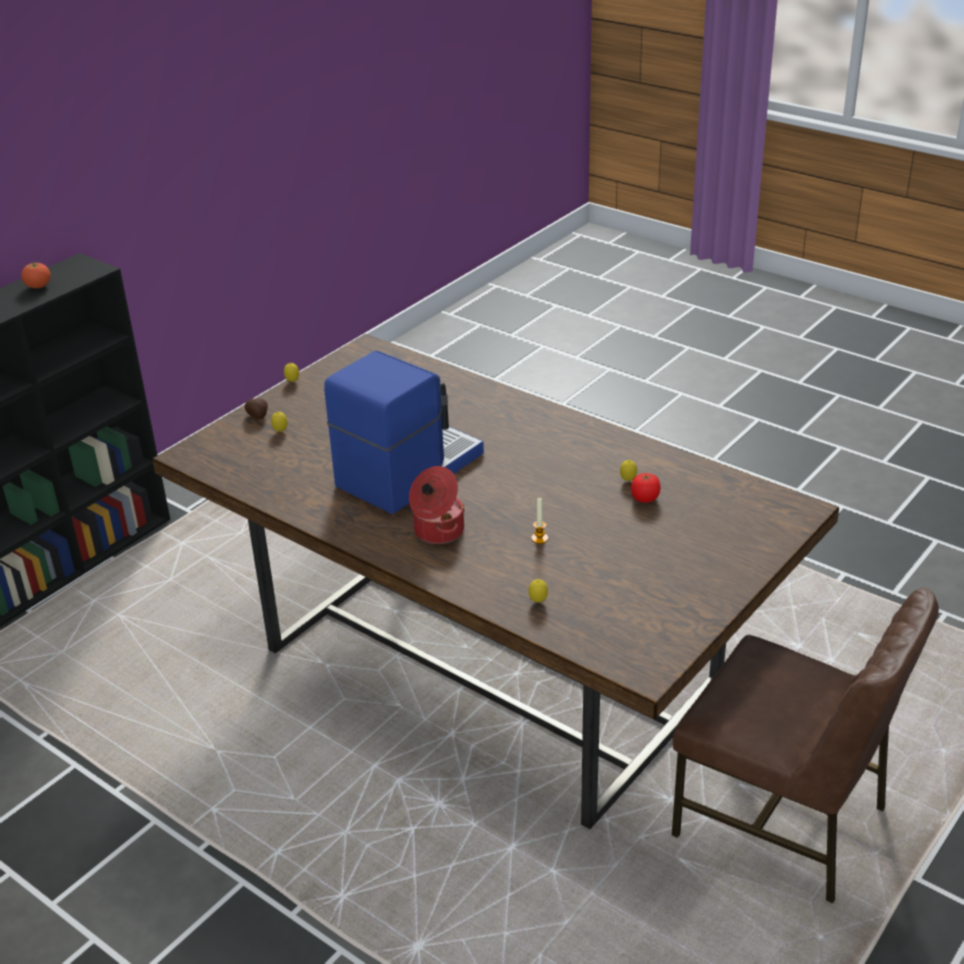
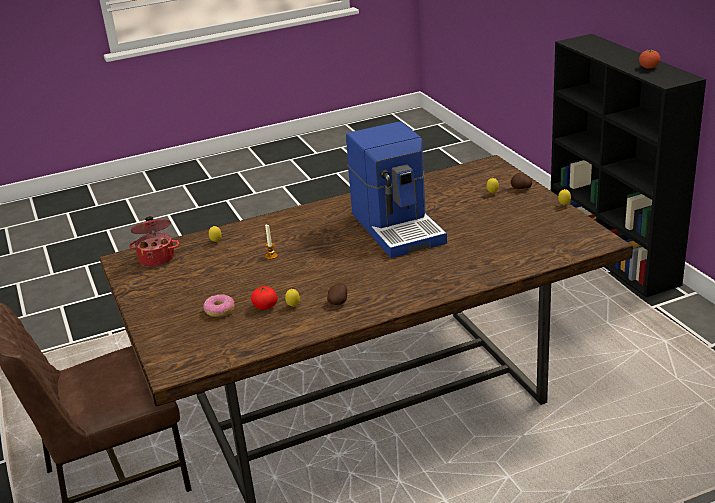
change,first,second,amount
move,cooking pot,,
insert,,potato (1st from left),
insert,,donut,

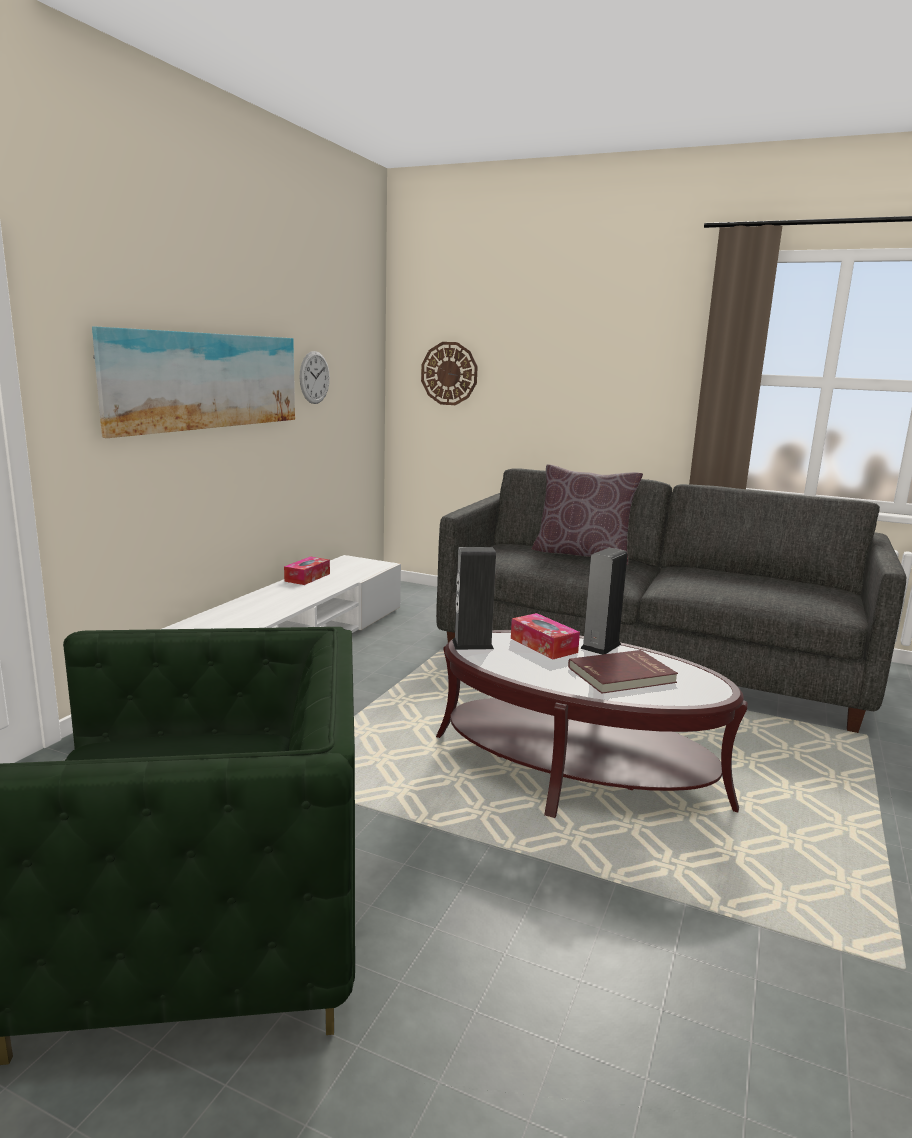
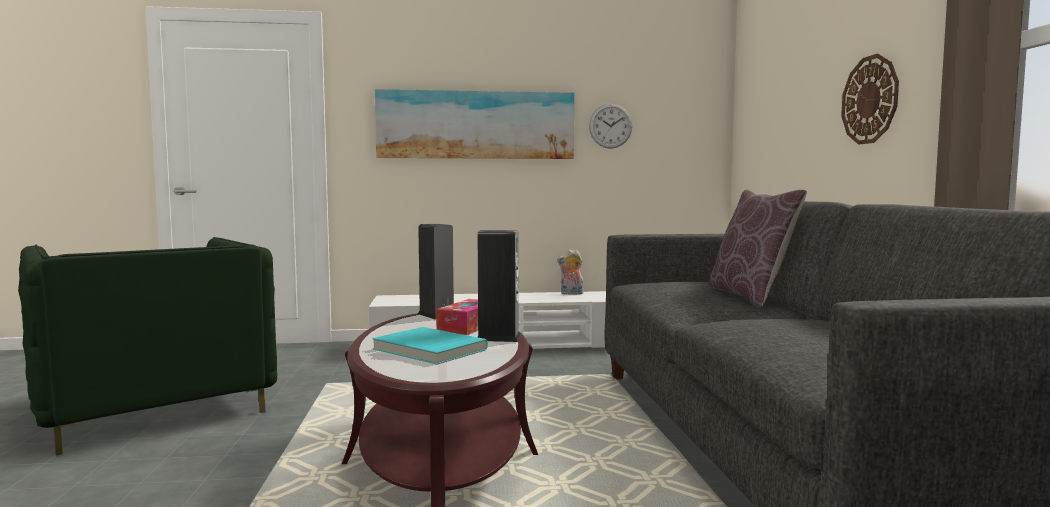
change,first,second,amount
move,wall clock (2nd from left),,
replace,tissue box (1st from left),plush toy,
recolor,red book,turquoise book,

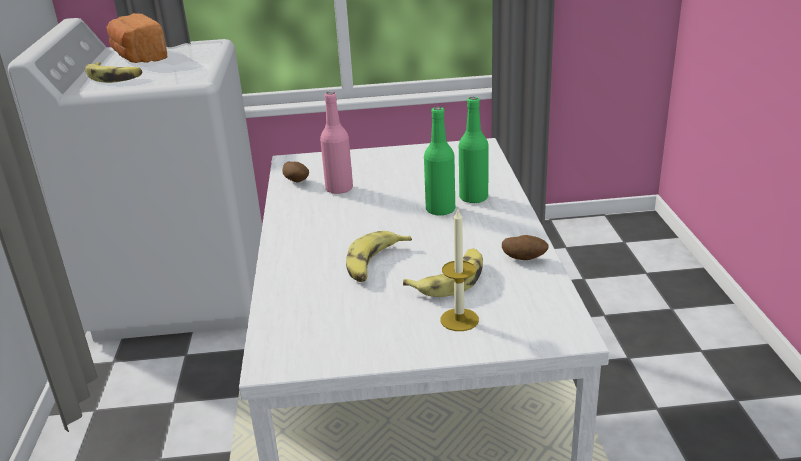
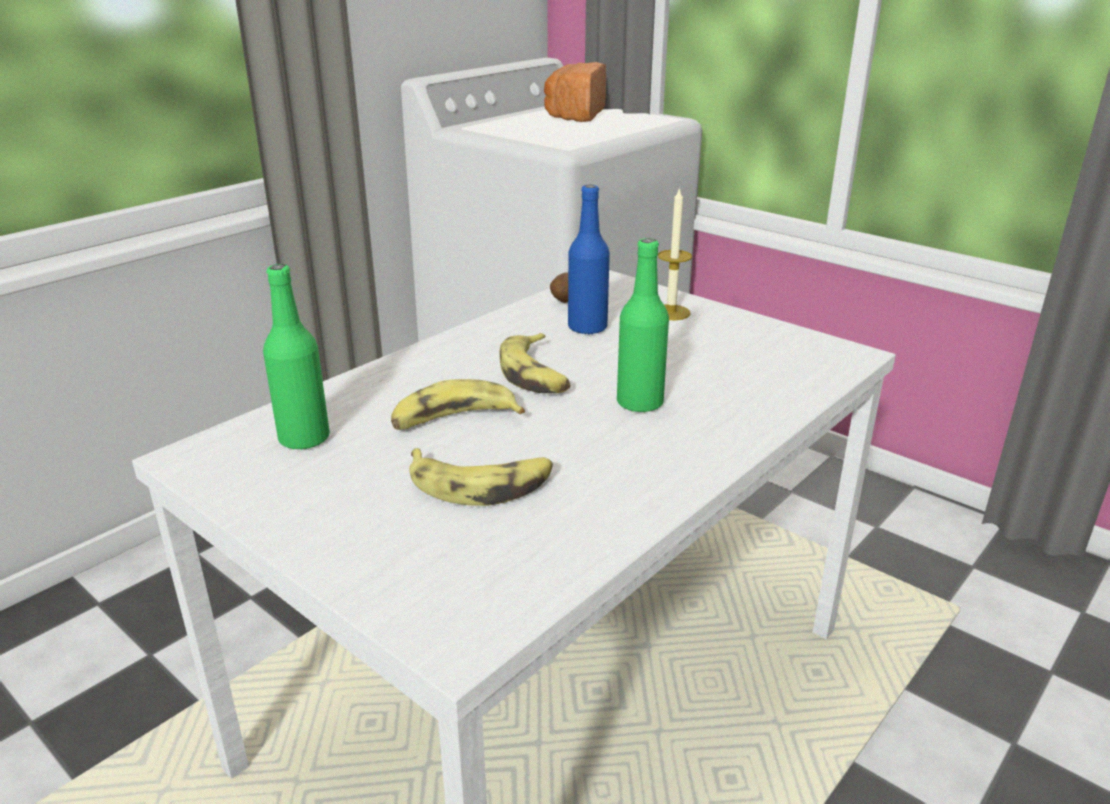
change,first,second,amount
move,banana (1st from left in the first image),banana (3rd from left),
recolor,pink bottle,blue bottle,
move,green bottle (2nd from left in the first image),green bottle (1st from left),
move,candle,,
delete,potato (2nd from left),,

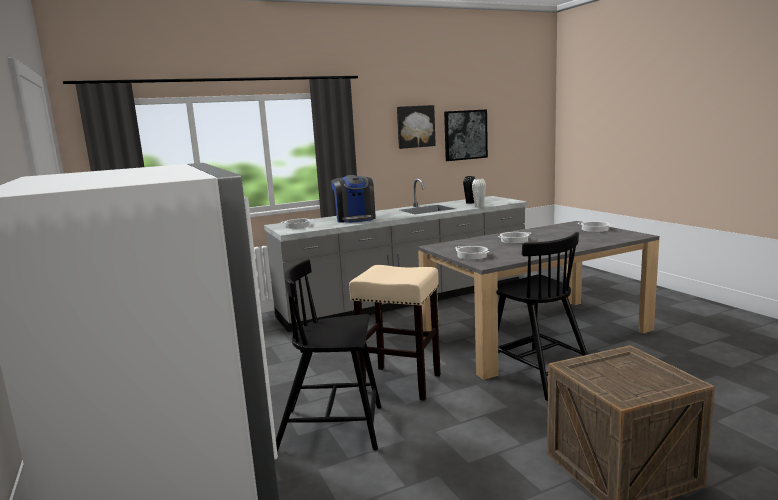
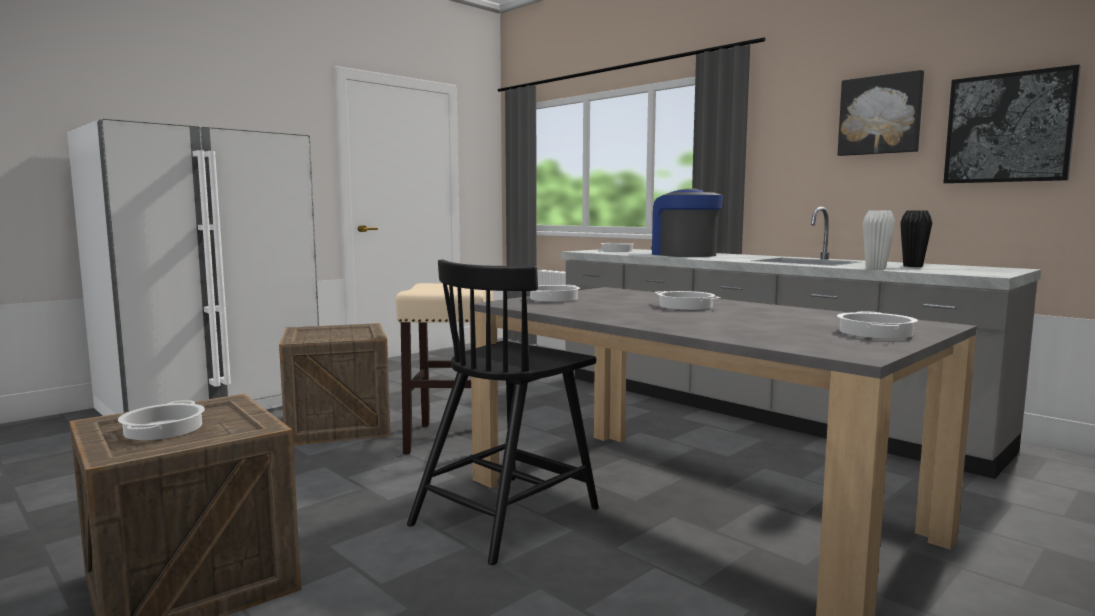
change,first,second,amount
rotate,coffee machine,,105 degrees clockwise
replace,black chair (1st from left),crate (2nd from left),
insert,,cooking pot (1st from left),

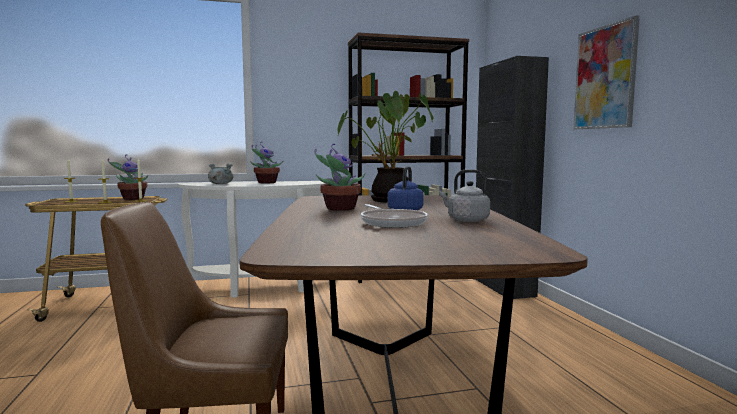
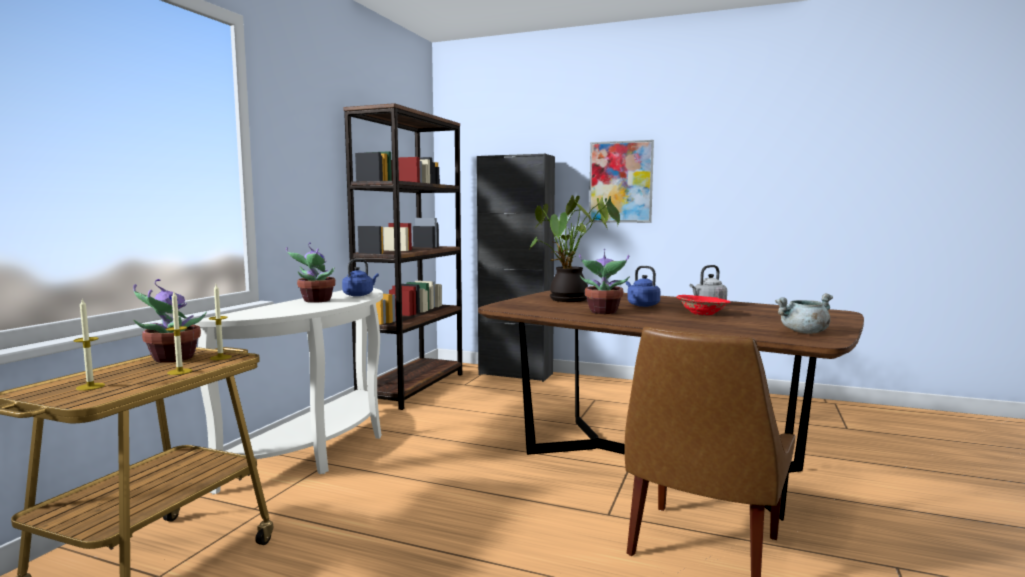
change,first,second,amount
move,grey cooking pot,,
replace,frying pan,red bowl,
insert,,blue kettle (1st from left),

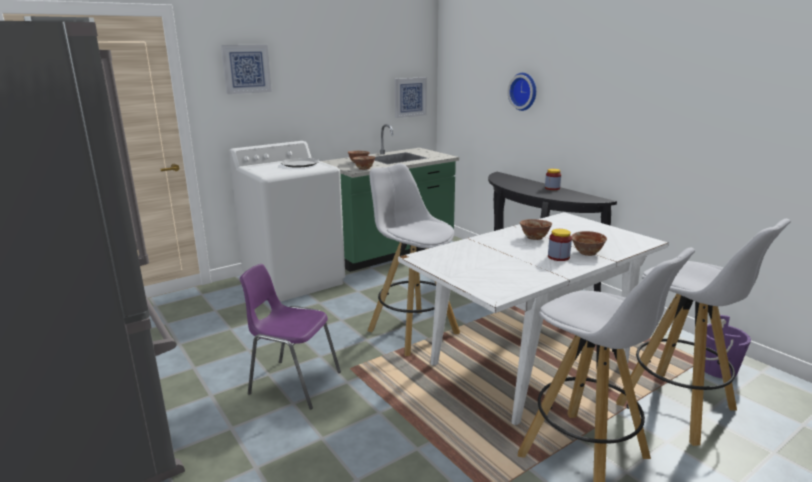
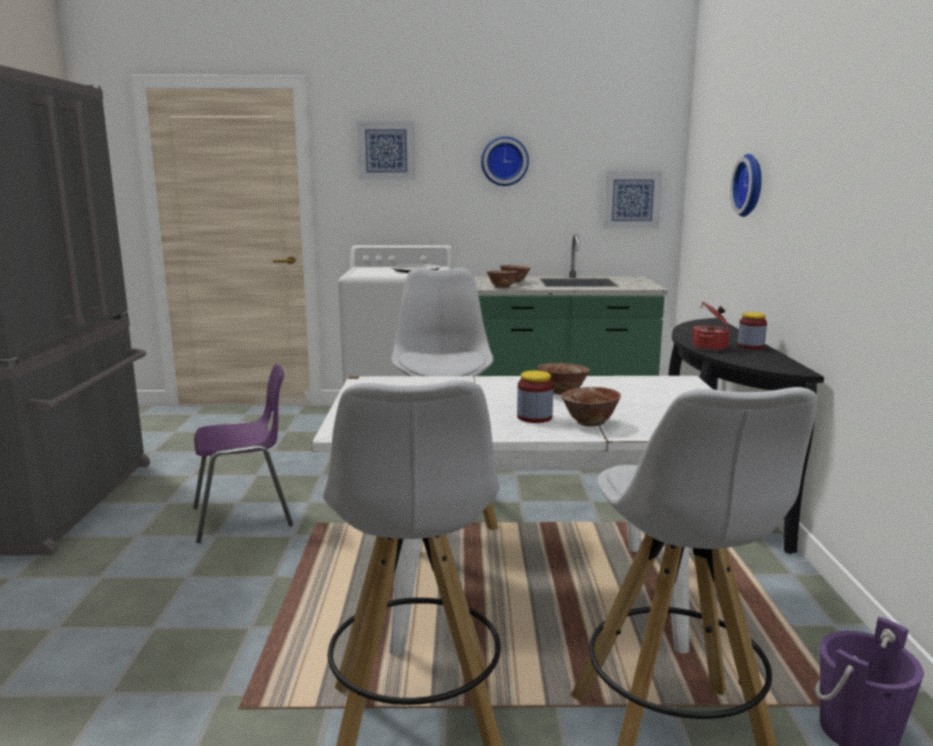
change,first,second,amount
rotate,purple chair,,105 degrees clockwise
insert,,wall clock (1st from left),
insert,,cooking pot,

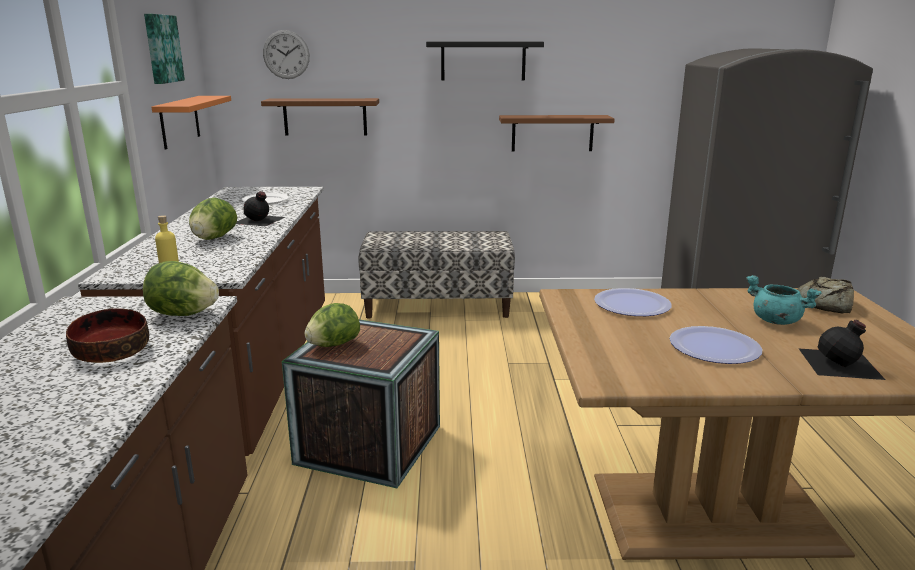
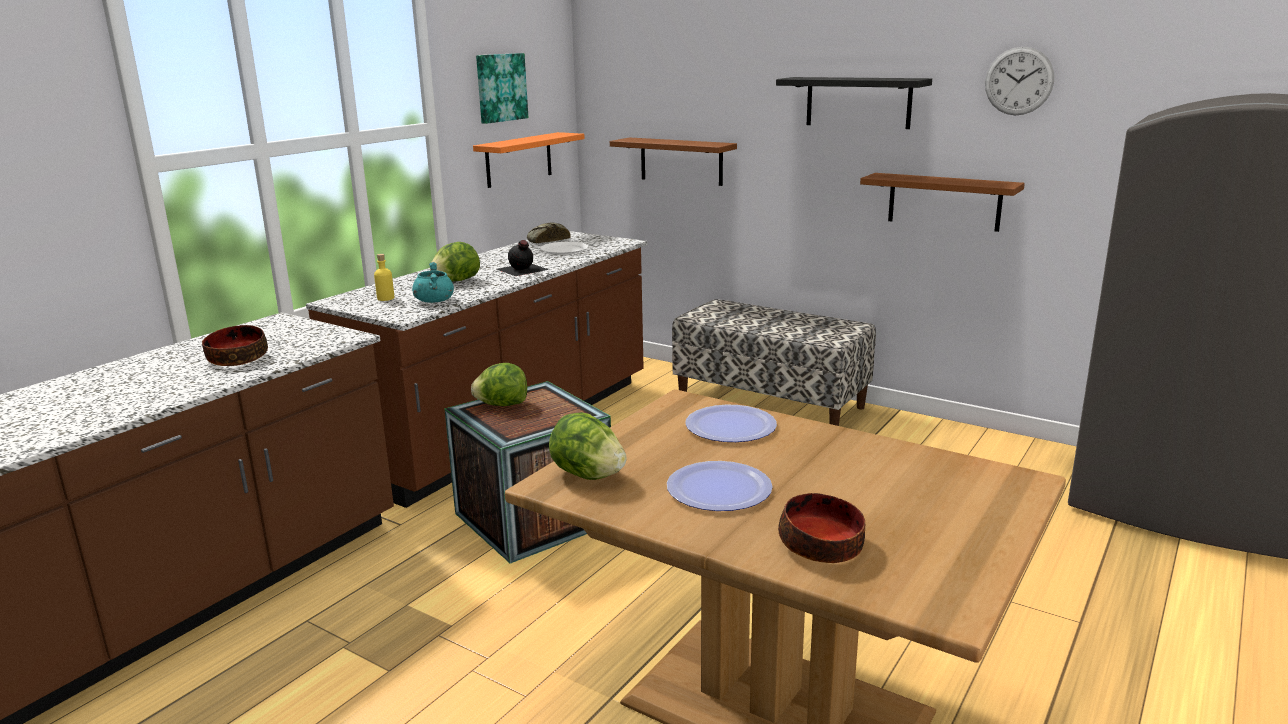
change,first,second,amount
move,wall clock,,
move,lettuce (1st from left in the first image),lettuce (3rd from left),
move,turquoise cooking pot,,
move,bread,,
replace,black bottle (2nd from left),bowl (2nd from left),

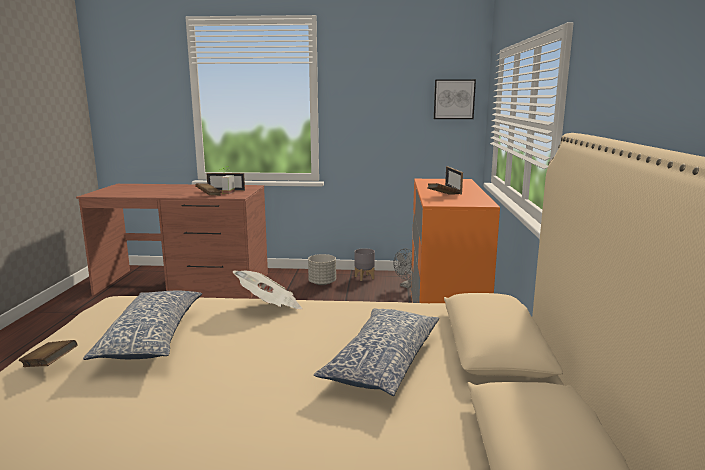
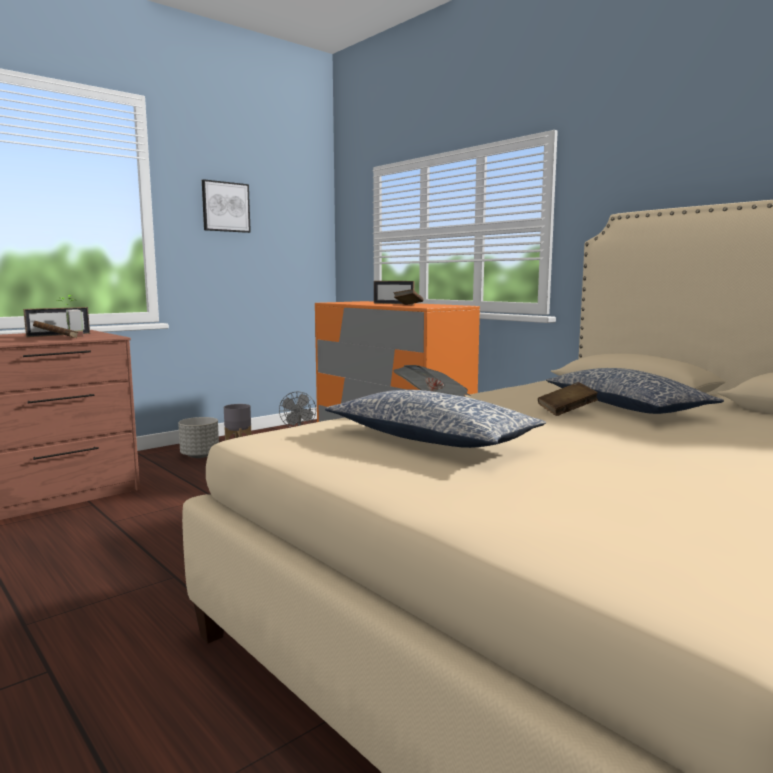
change,first,second,amount
move,picture,,
move,brown book (1st from left in the first image),brown book (3rd from left),

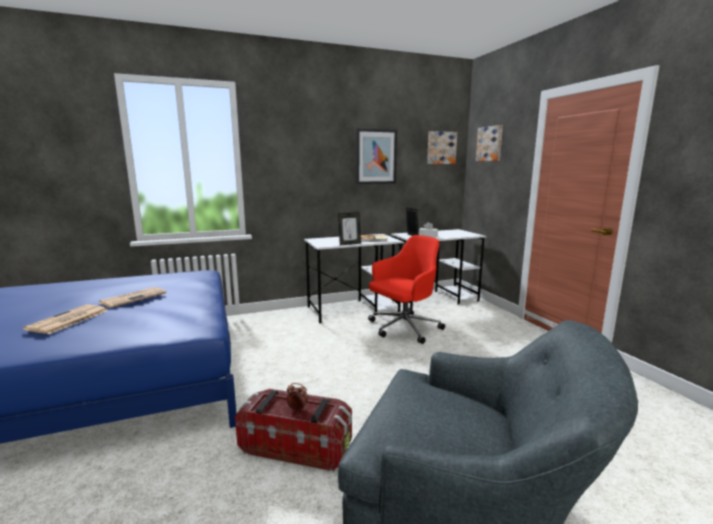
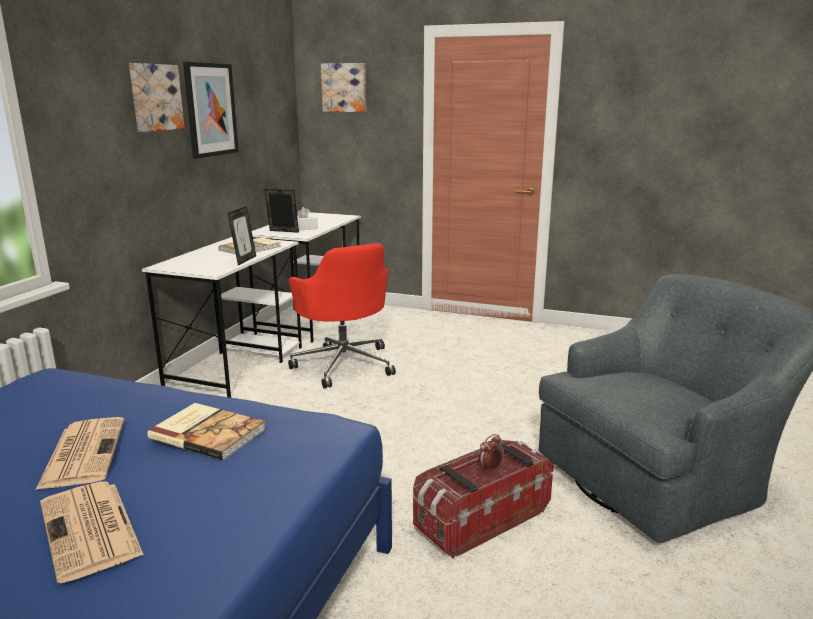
change,first,second,amount
move,picture (2nd from left in the first image),picture (1st from left),
rotate,red office chair,,150 degrees clockwise
insert,,book (1st from left),

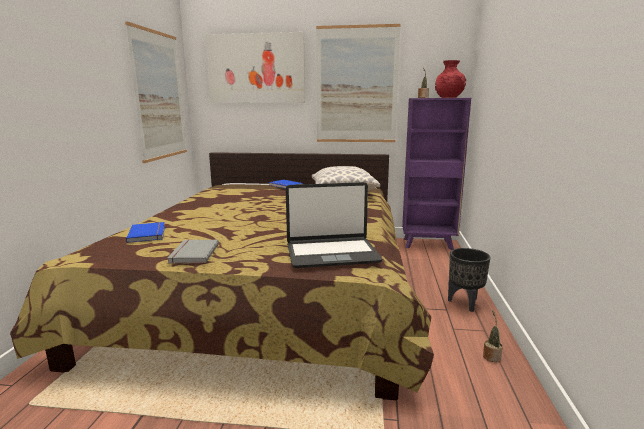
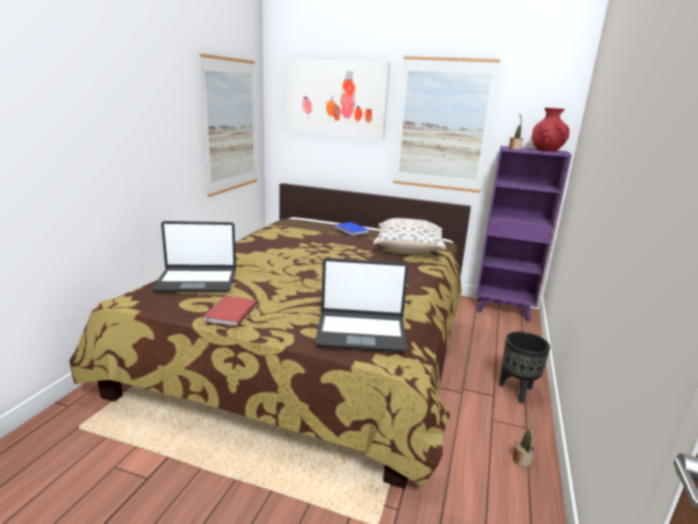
change,first,second,amount
replace,blue book (1st from left),laptop (1st from left),
recolor,grey book,red book,

